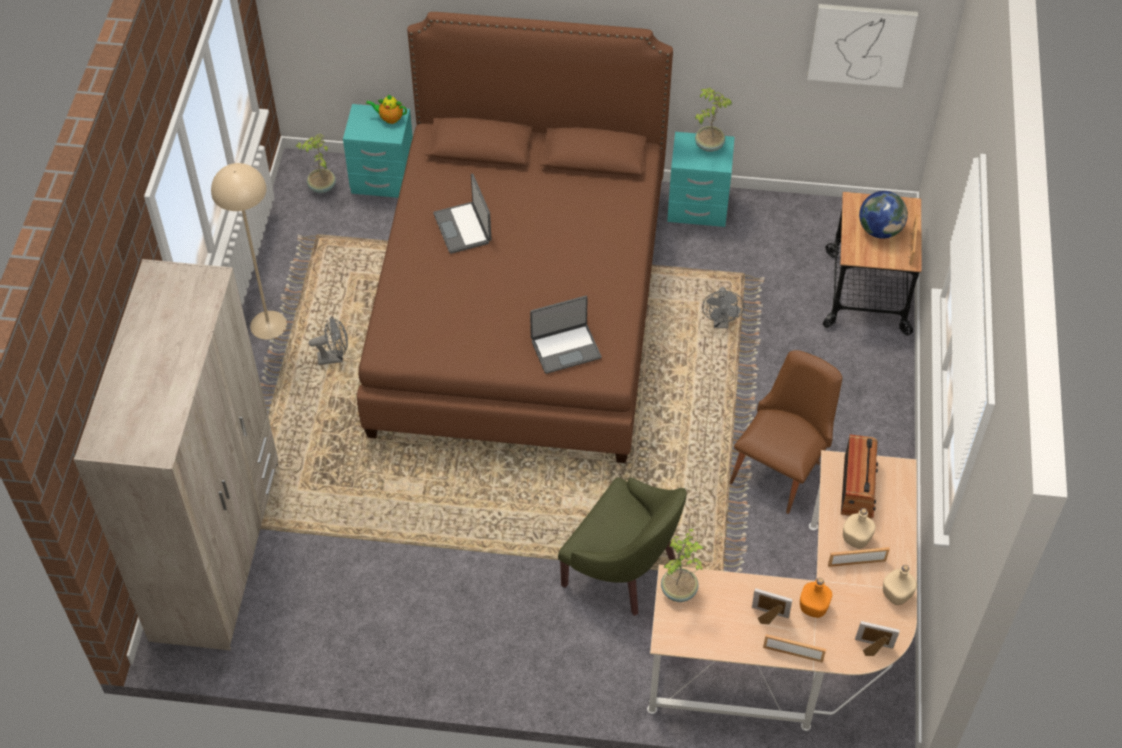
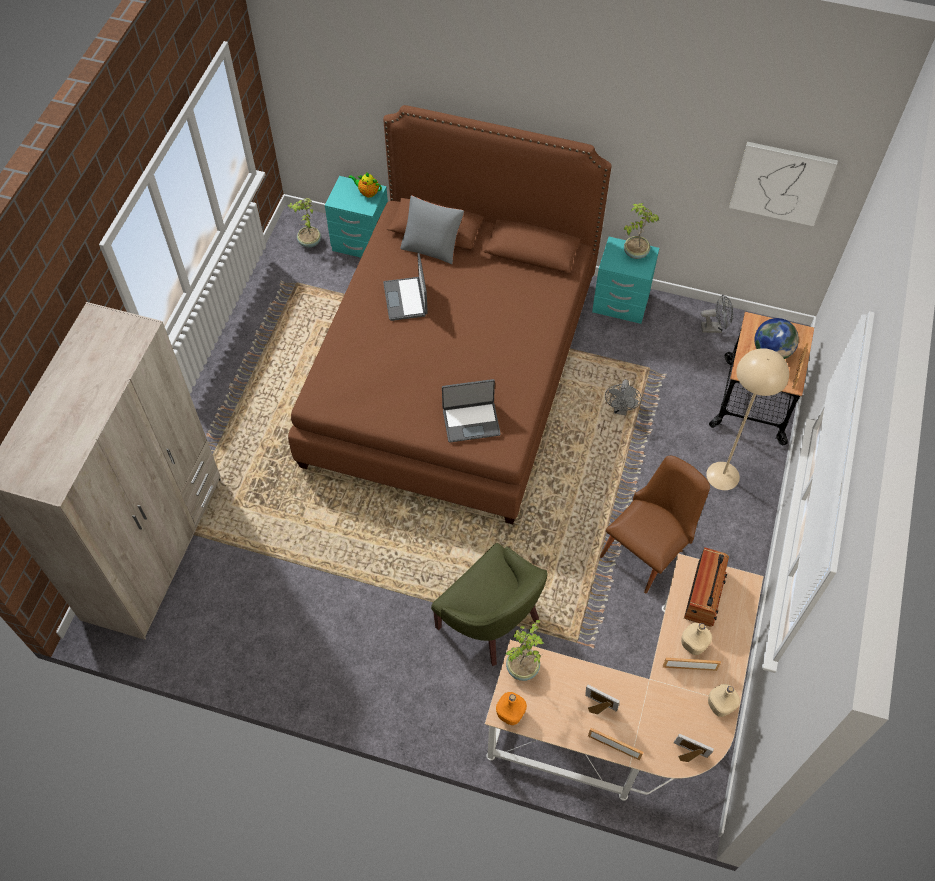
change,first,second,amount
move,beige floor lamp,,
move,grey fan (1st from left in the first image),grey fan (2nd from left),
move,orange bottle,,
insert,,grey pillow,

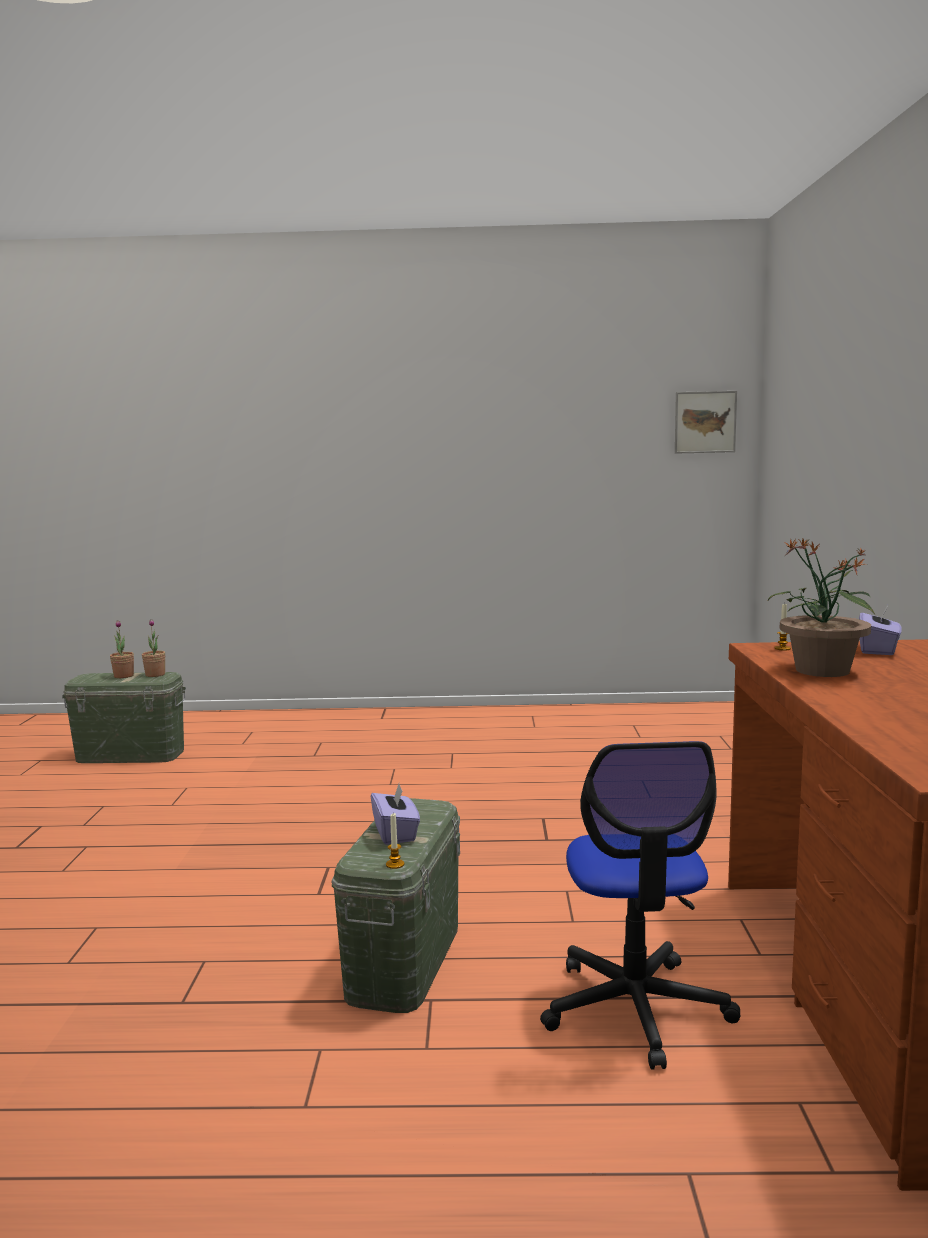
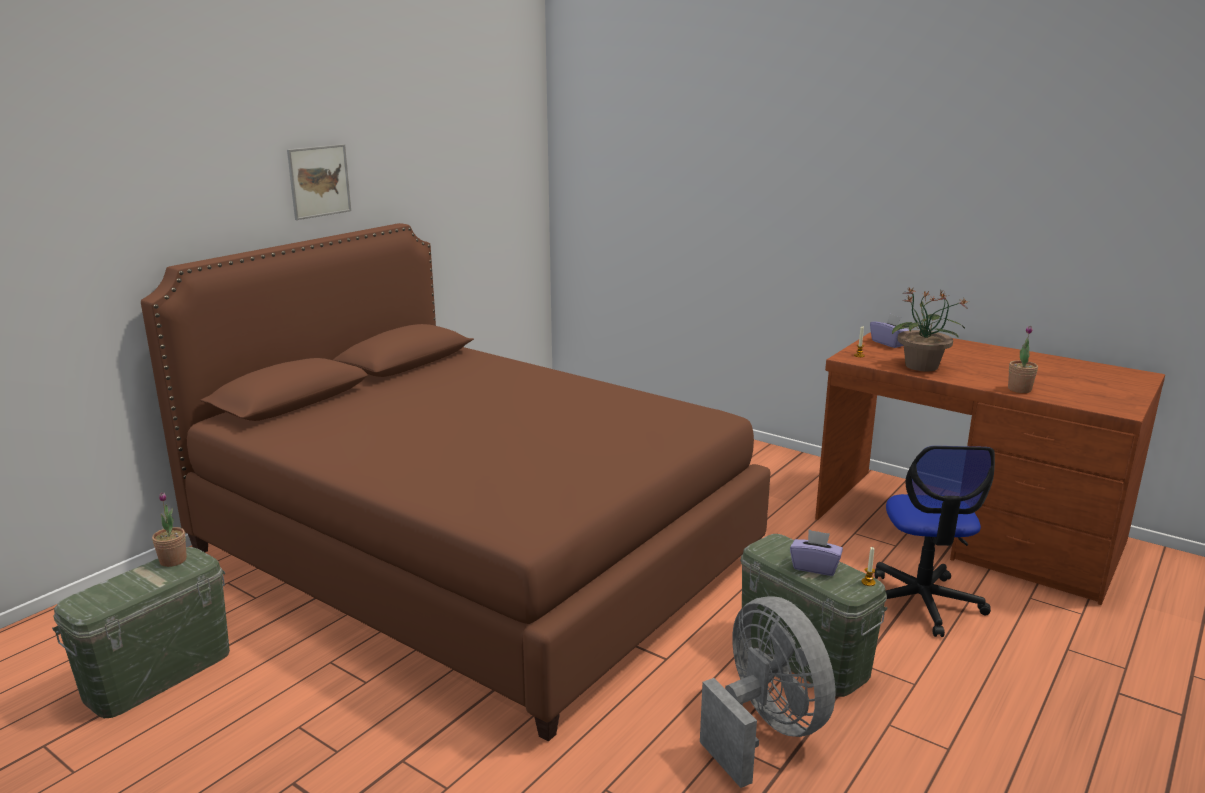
change,first,second,amount
move,picture,,
move,potted plant (1st from left in the first image),potted plant (3rd from left),
rotate,office chair,,60 degrees clockwise
insert,,brown bed,
insert,,grey fan,

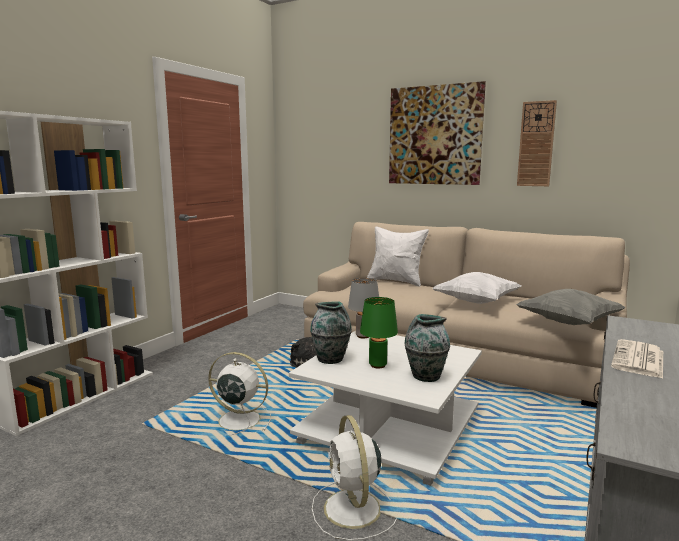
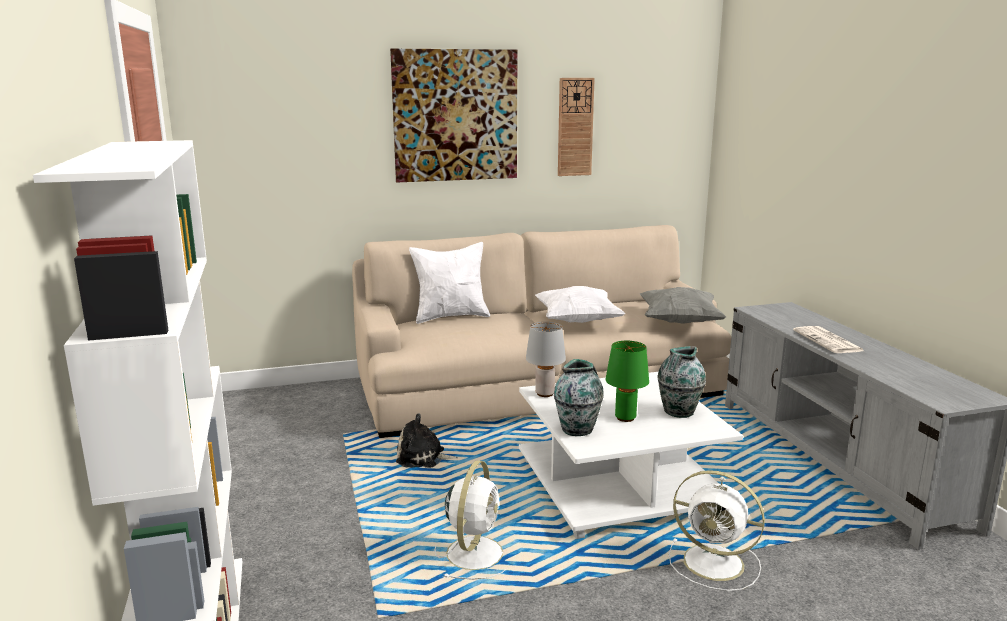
change,first,second,amount
rotate,white fan (1st from left),,135 degrees clockwise

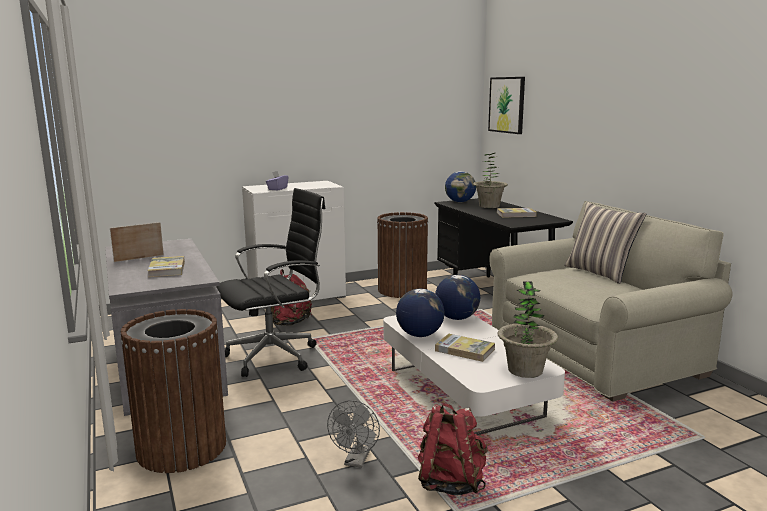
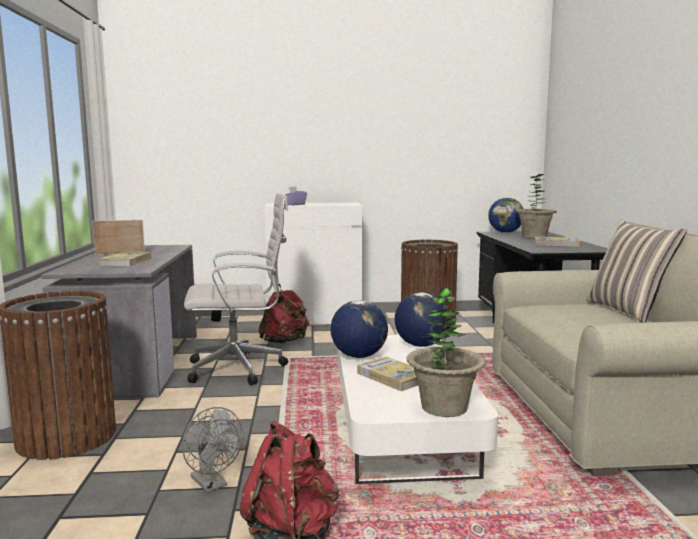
change,first,second,amount
delete,picture,,
recolor,black office chair,white office chair,
rotate,grey fan,,75 degrees counterclockwise

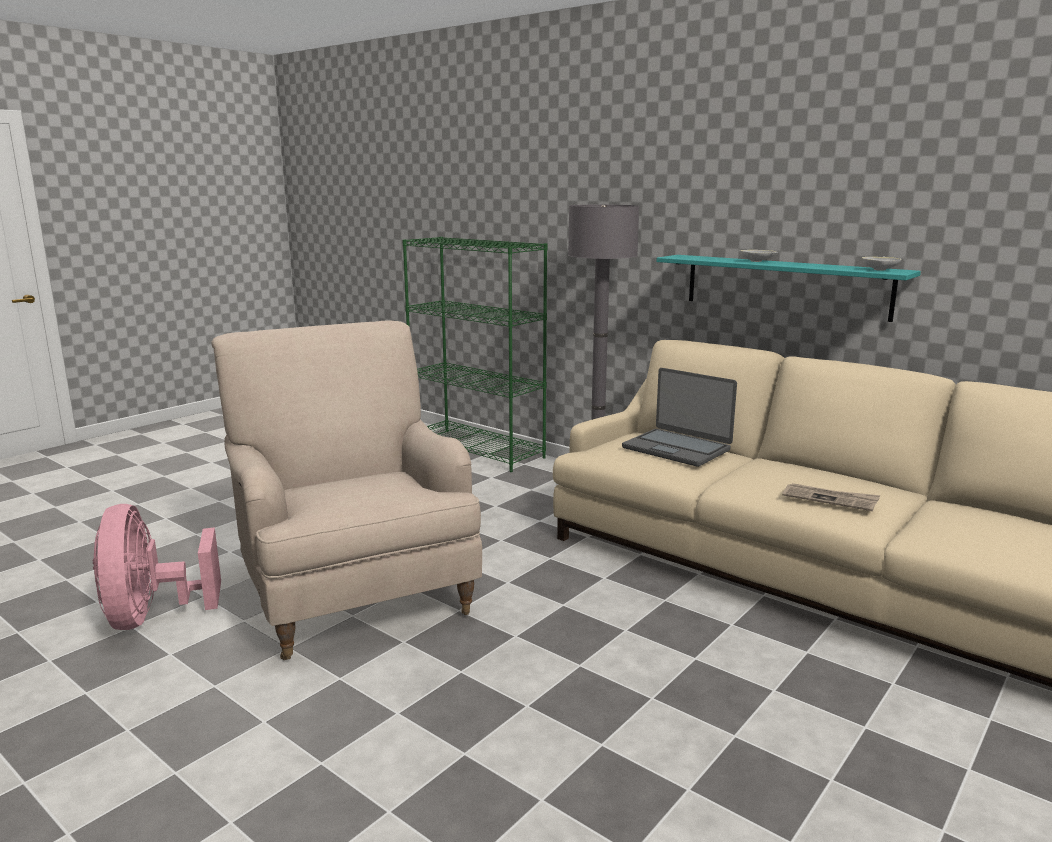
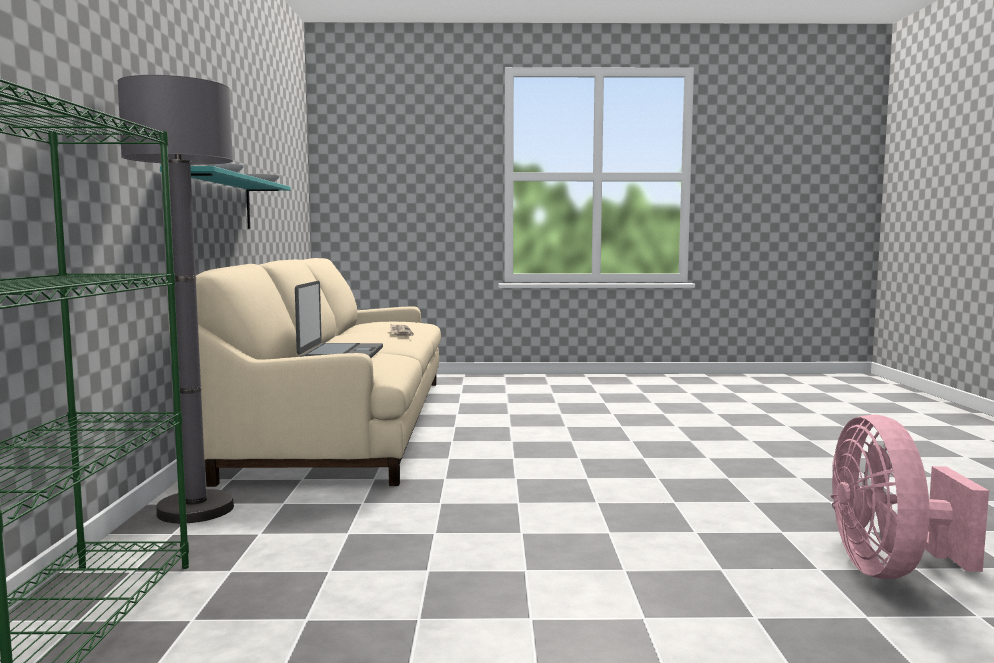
change,first,second,amount
delete,beige armchair,,
rotate,pink fan,,150 degrees clockwise

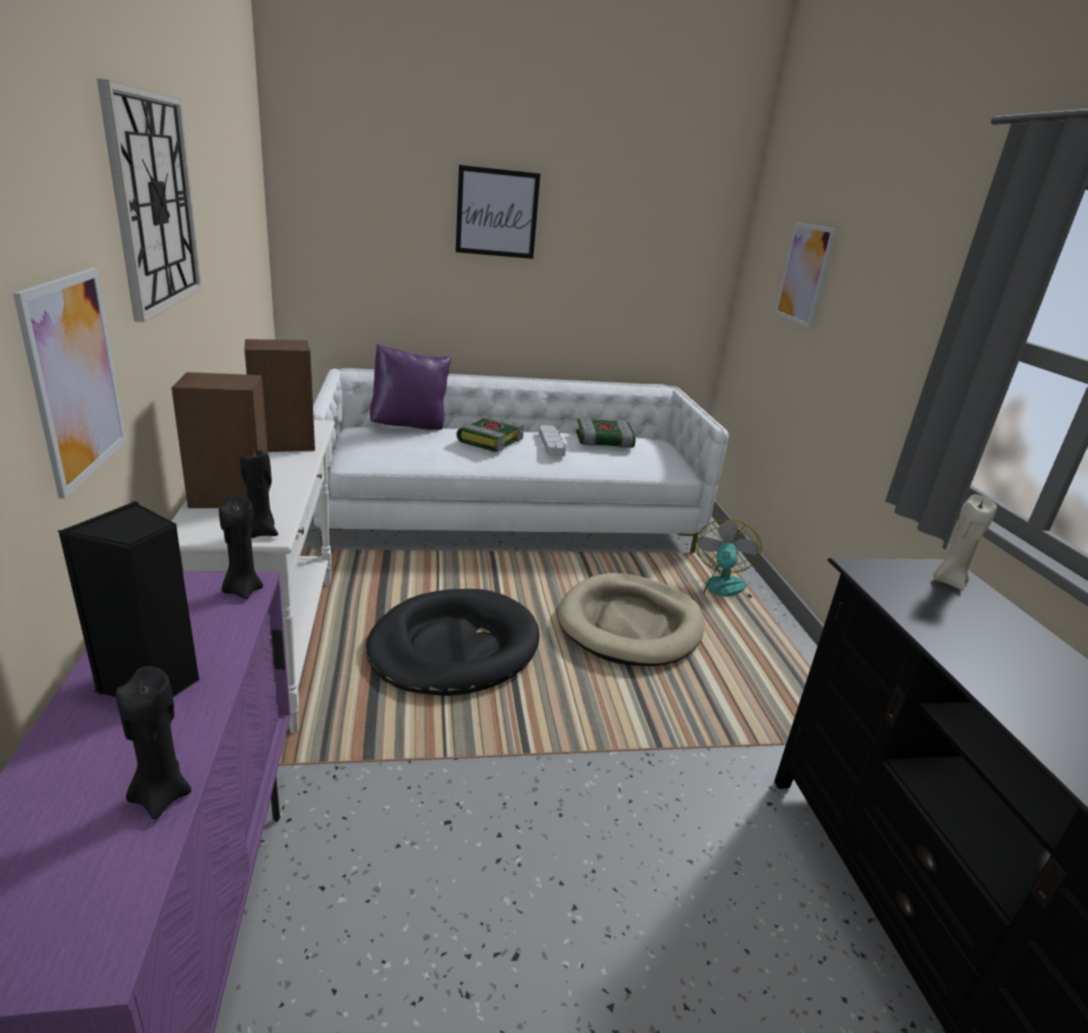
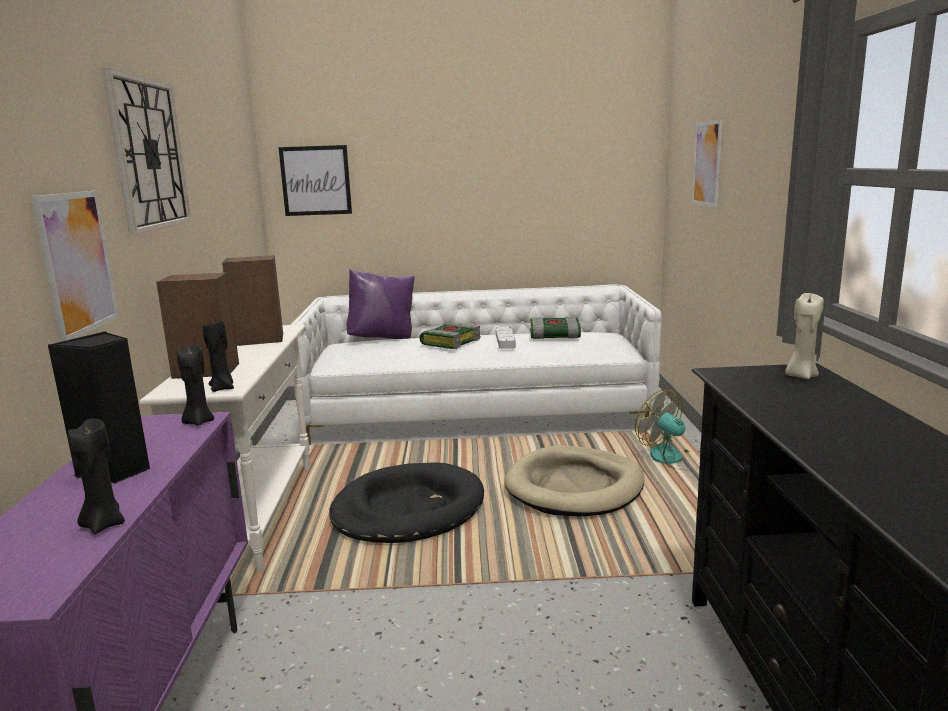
change,first,second,amount
move,picture (2nd from left),,
rotate,fan,,60 degrees counterclockwise

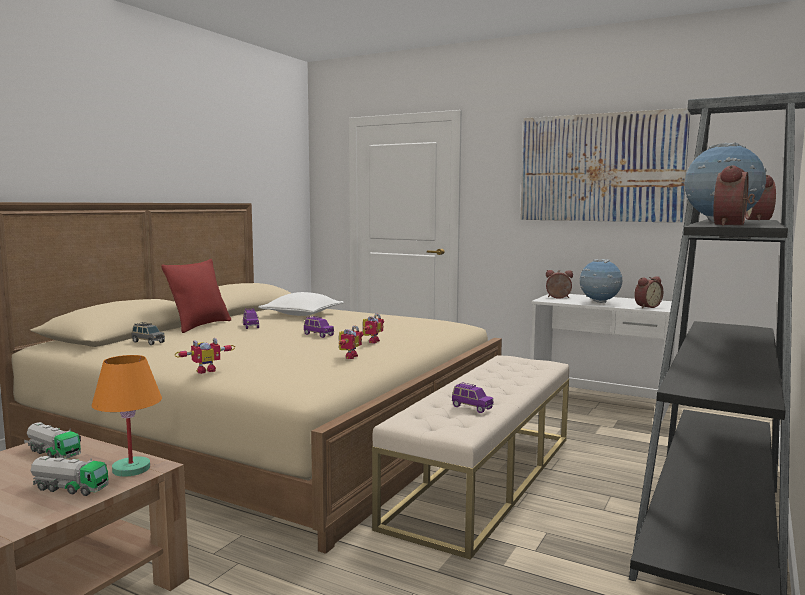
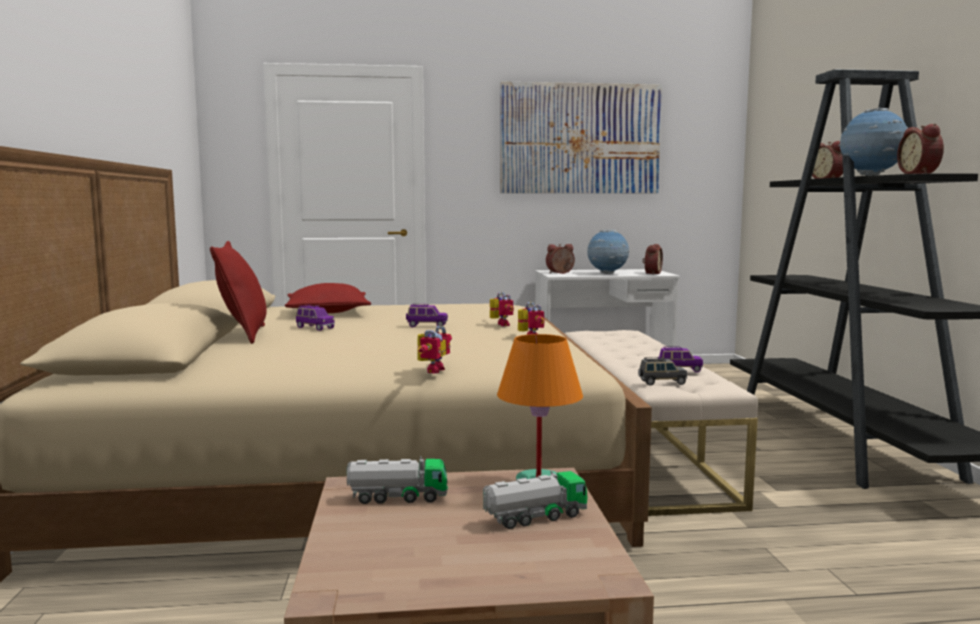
change,first,second,amount
recolor,white pillow,red pillow (2nd from left),
move,grey toy car,,

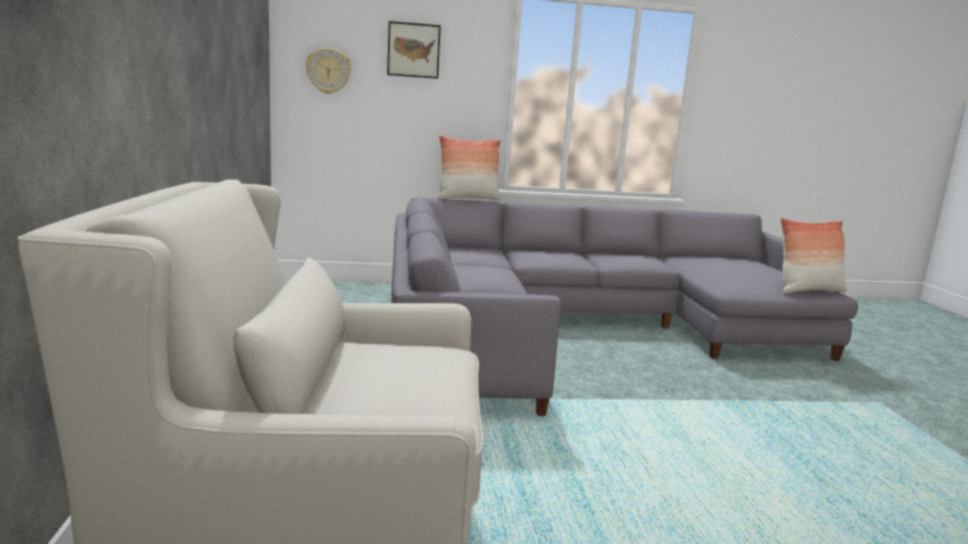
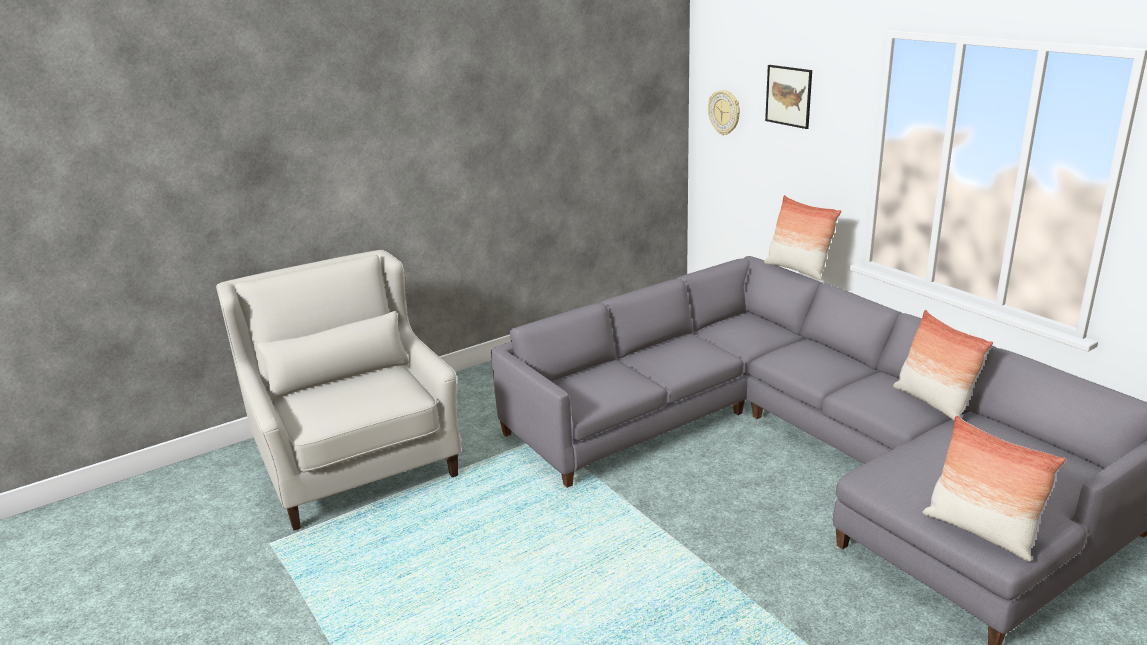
change,first,second,amount
insert,,pillow (2nd from left),

